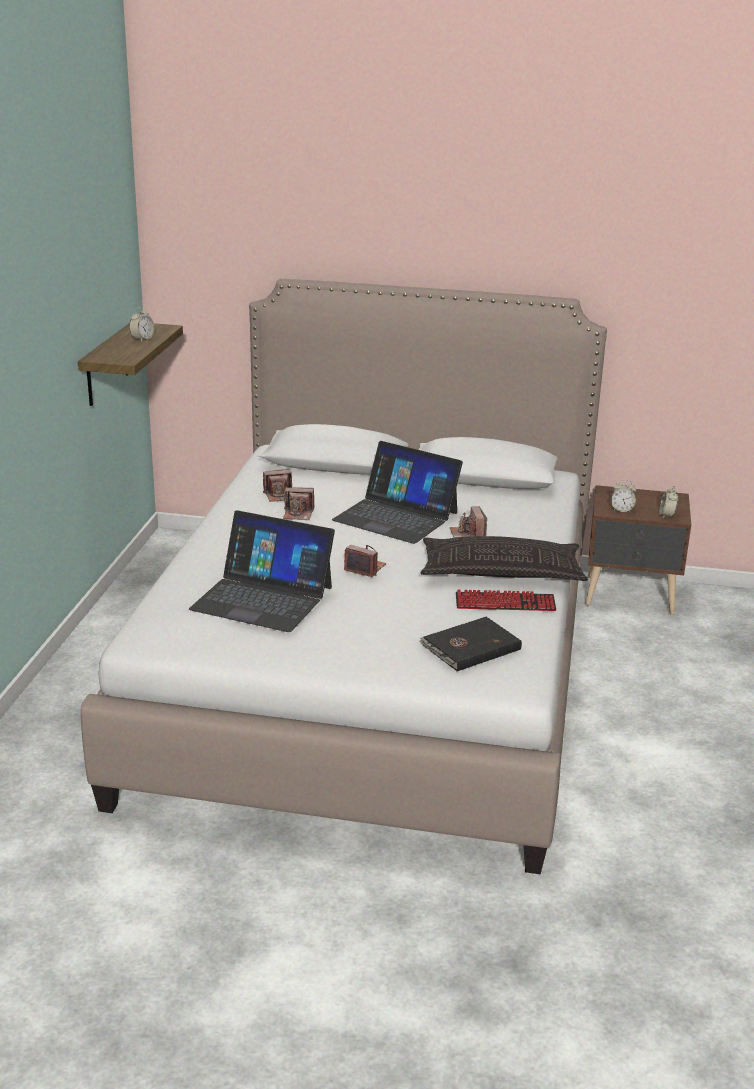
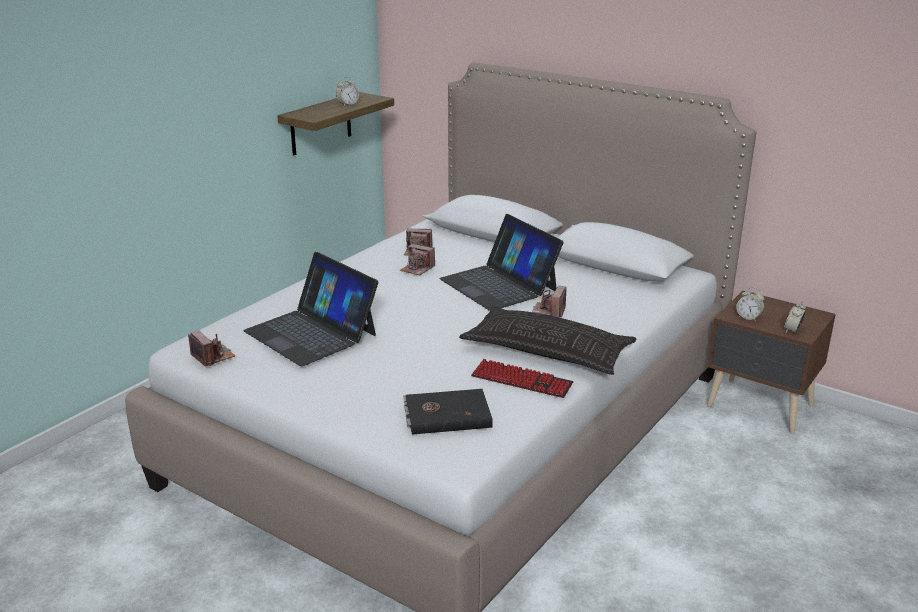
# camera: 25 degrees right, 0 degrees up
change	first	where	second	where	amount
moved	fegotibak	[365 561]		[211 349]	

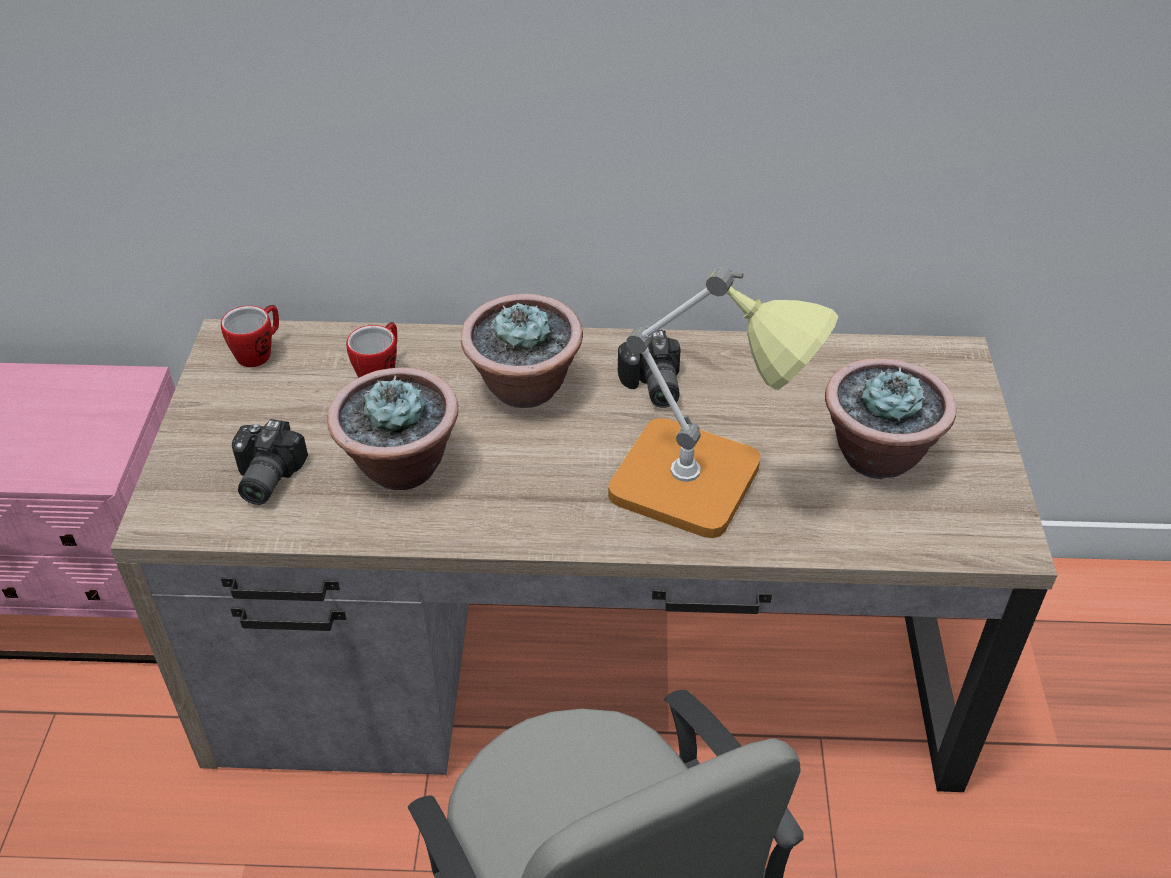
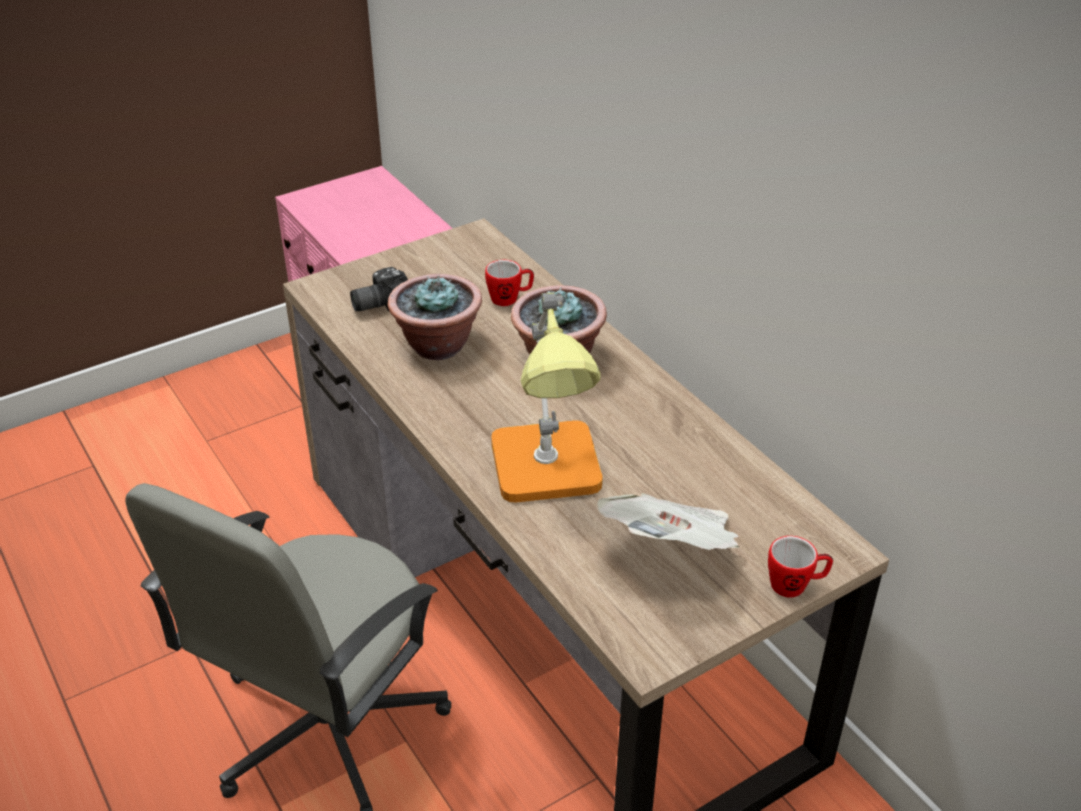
# camera: 55 degrees right, 5 degrees down
change	first	where	second	where	amount
replaced	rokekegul	[891 418]	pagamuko	[668 521]	
moved	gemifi	[250 336]		[800 567]	
removed	fegotibak	[649 369]			

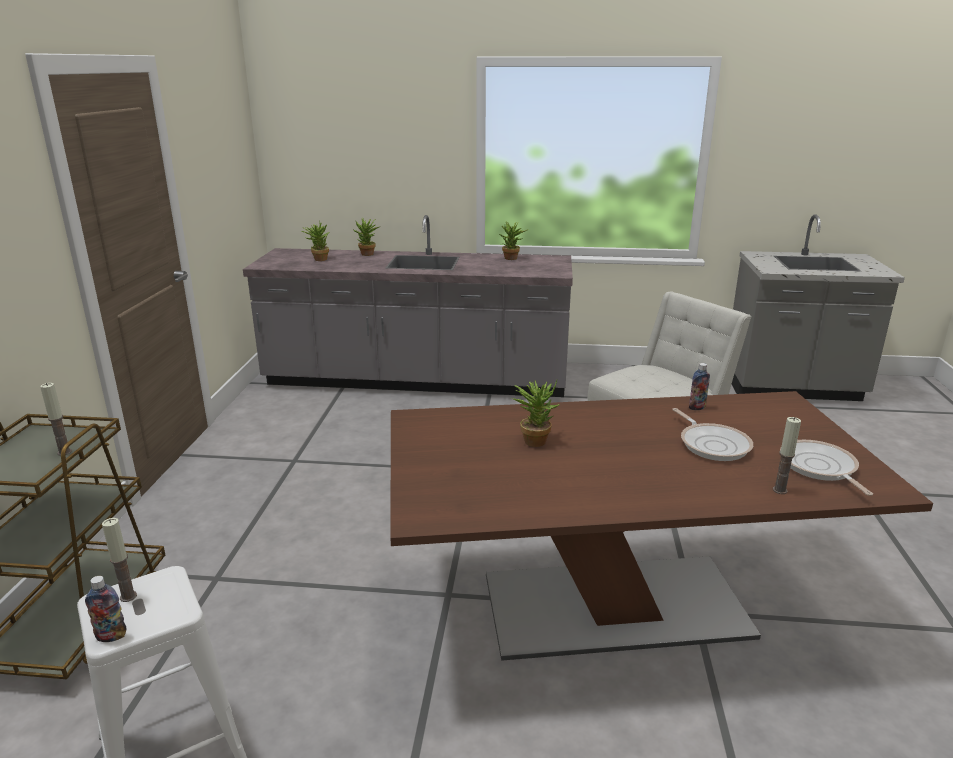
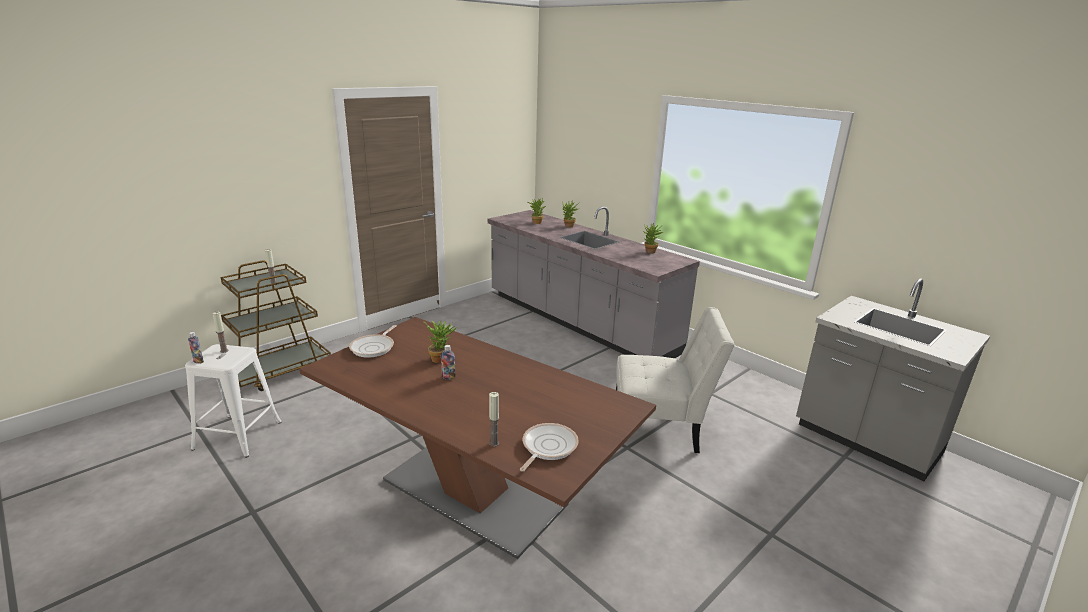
# camera: 40 degrees right, 0 degrees up
change	first	where	second	where	amount
moved	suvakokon	[712 434]		[372 341]	
moved	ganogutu	[699 386]		[448 362]	

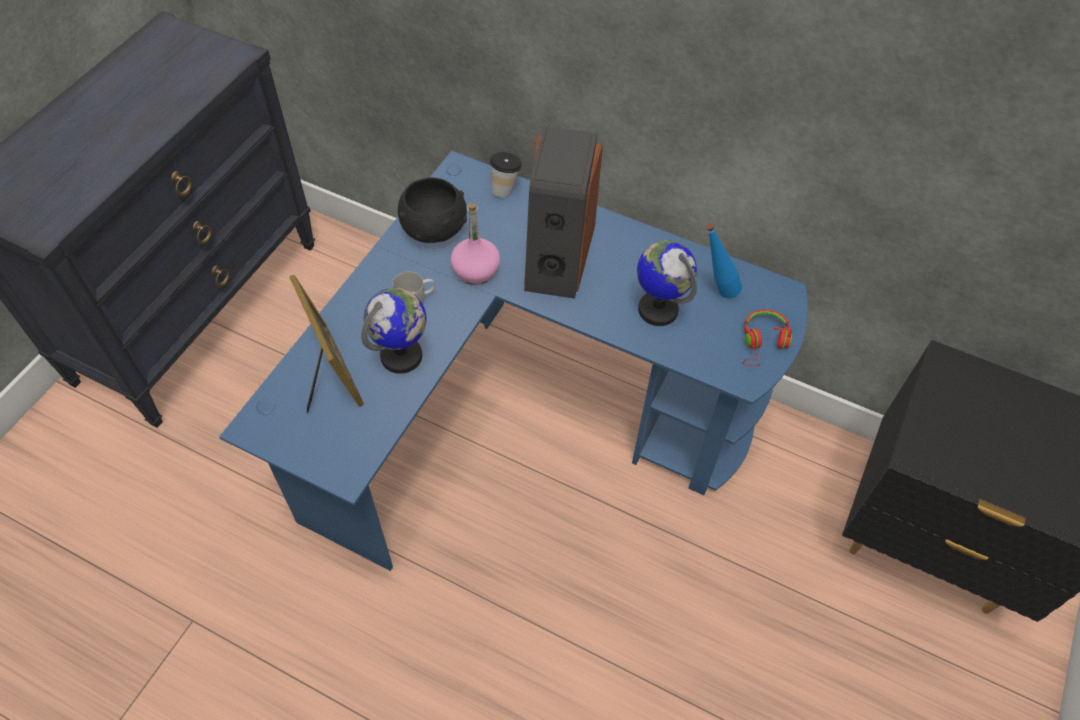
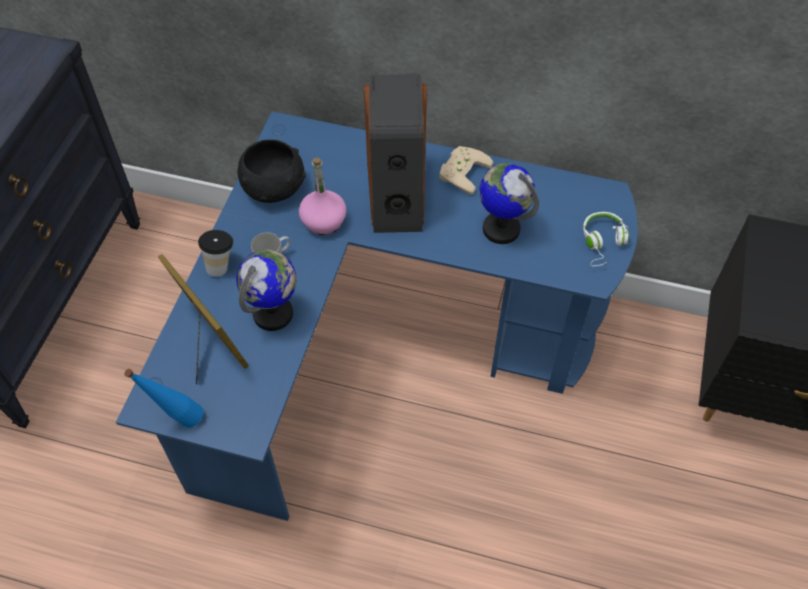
# camera: 10 degrees left, 0 degrees up
change	first	where	second	where	amount
moved	blue_ganogutu	[724 260]		[163 398]	
moved	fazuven	[506 174]		[215 253]	
added			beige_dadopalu	[466 170]	
recoloured	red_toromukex	[767 338]	white_toromukex	[606 239]	

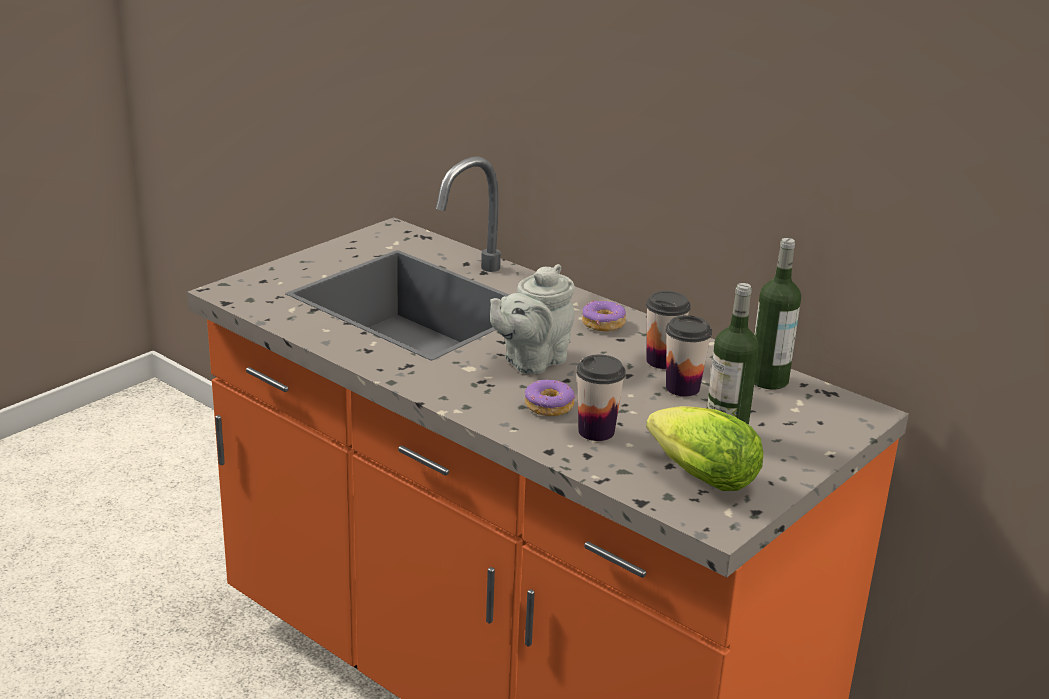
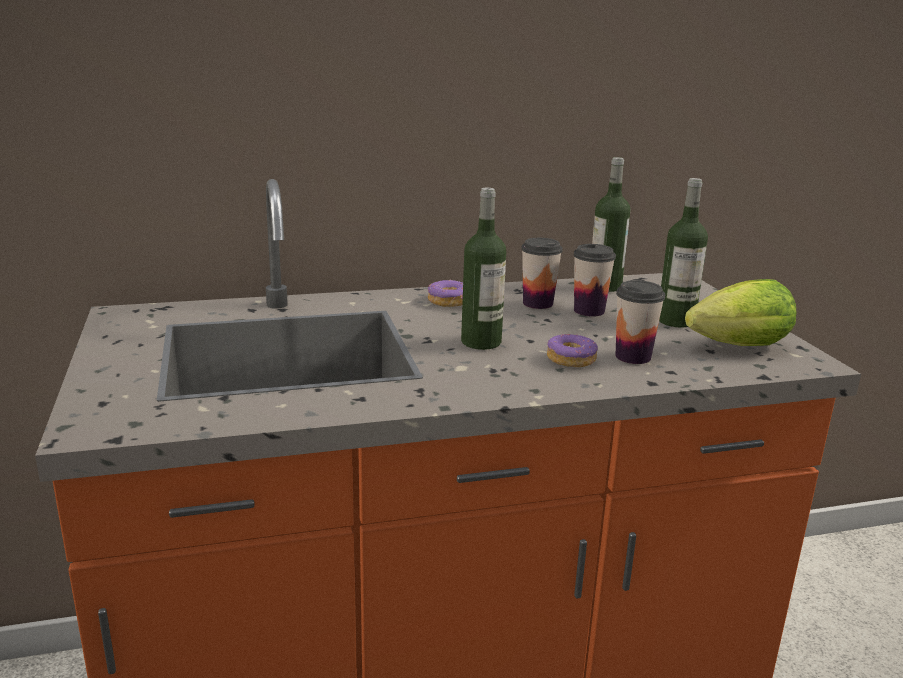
# camera: 55 degrees left, 5 degrees down
change	first	where	second	where	amount
replaced	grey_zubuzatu	[532 319]	ganogutu	[483 269]	

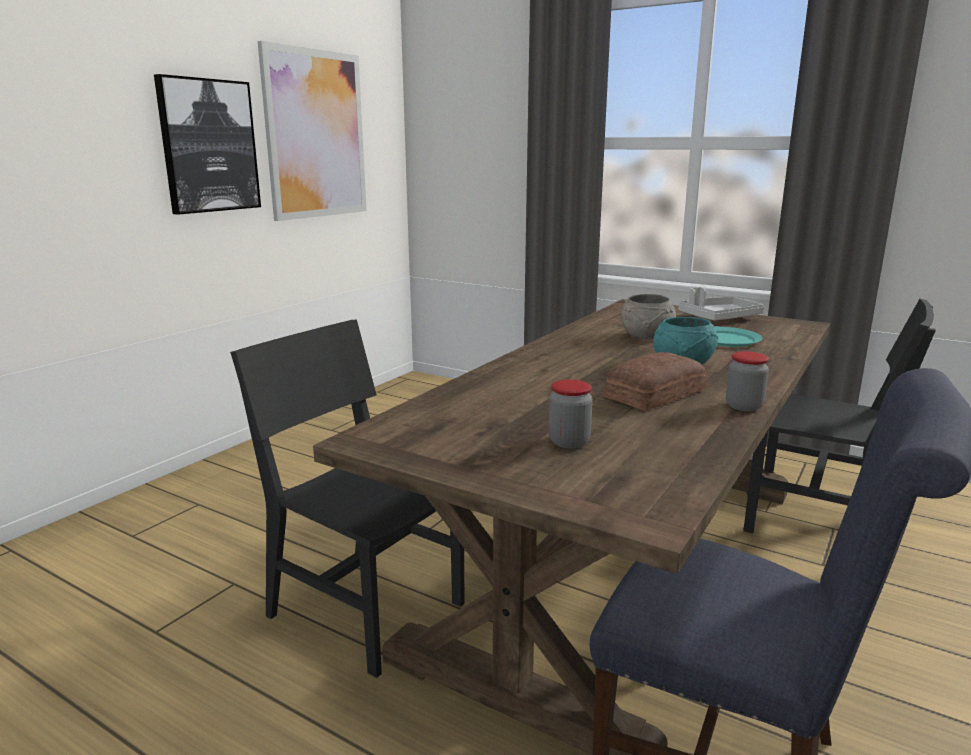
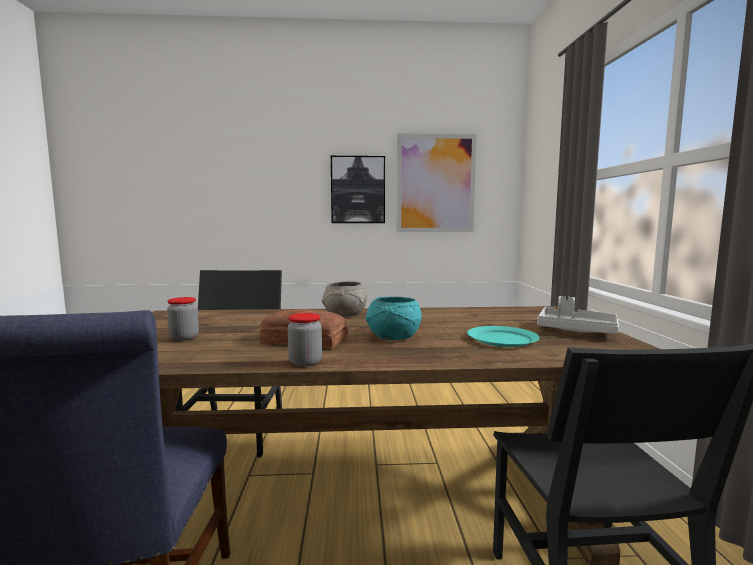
# camera: 55 degrees right, 10 degrees down
change	first	where	second	where	amount
moved	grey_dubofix	[648 316]		[344 299]	

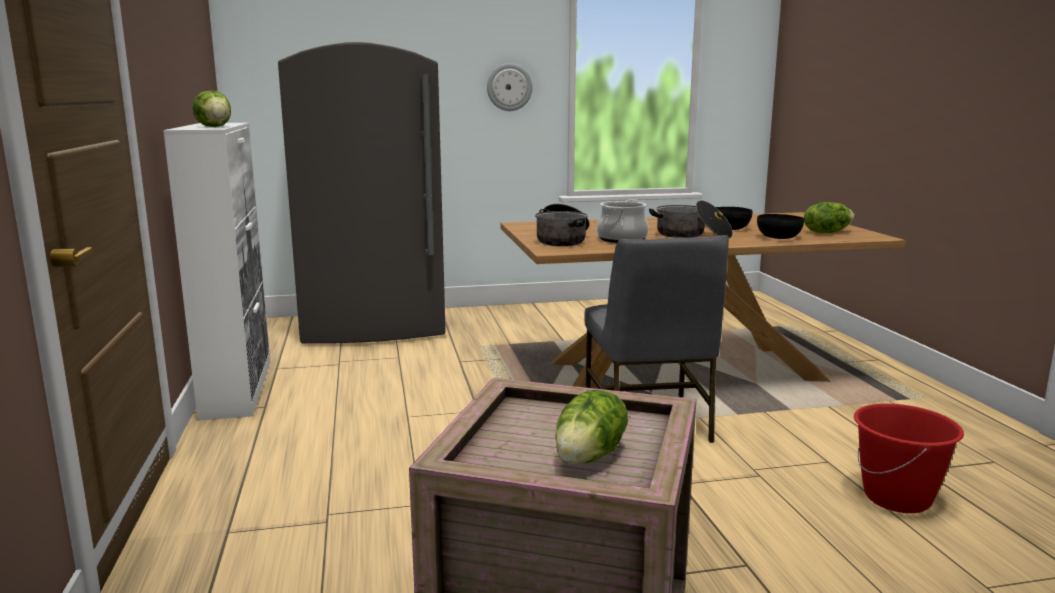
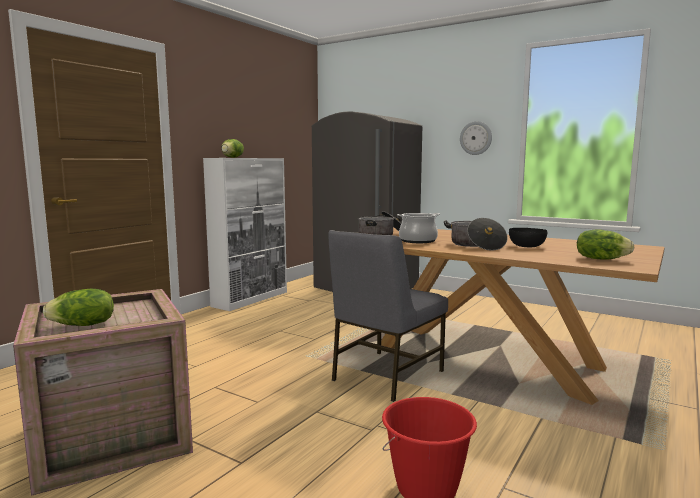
# camera: 45 degrees right, 5 degrees down
change	first	where	second	where	amount
removed	black_dubofix	[780 226]			

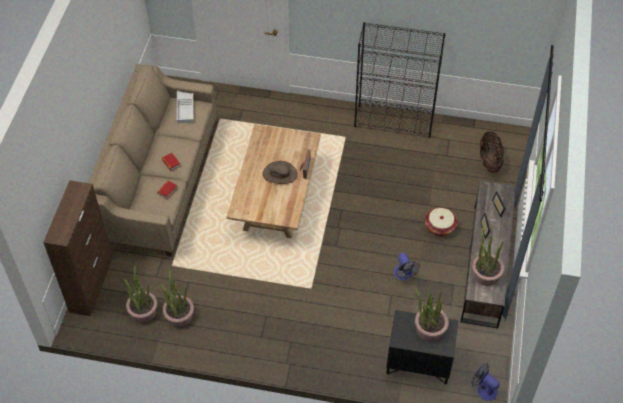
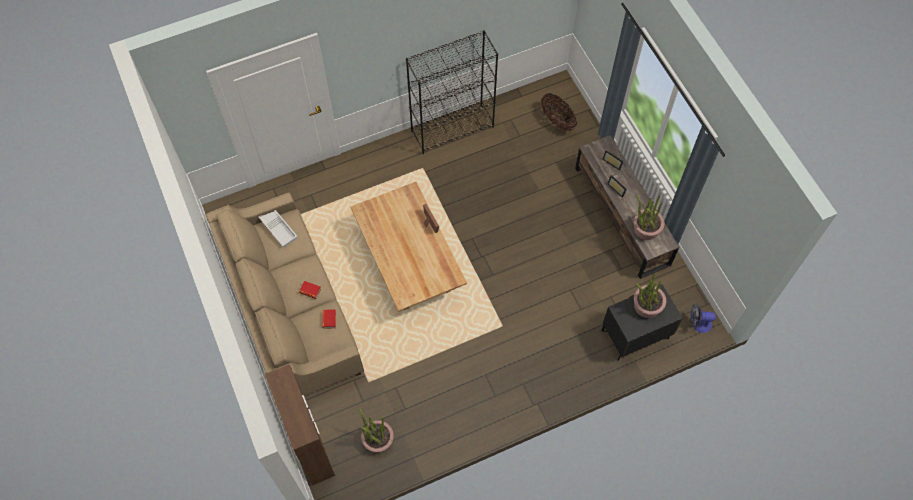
# camera: 35 degrees left, 10 degrees up
change	first	where	second	where	amount
removed	rokekegul	[177 298]			
removed	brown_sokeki	[280 172]			
removed	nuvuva	[407 266]			
removed	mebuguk	[441 221]			

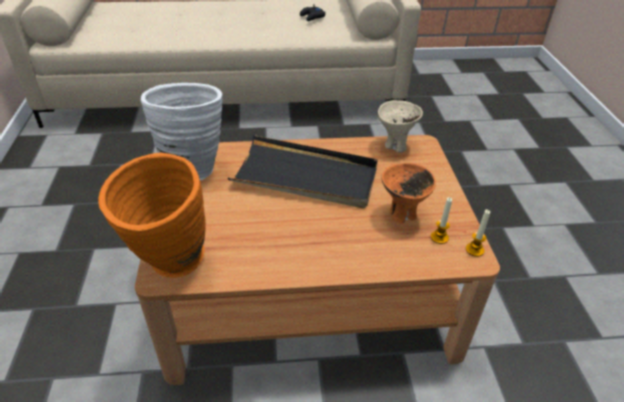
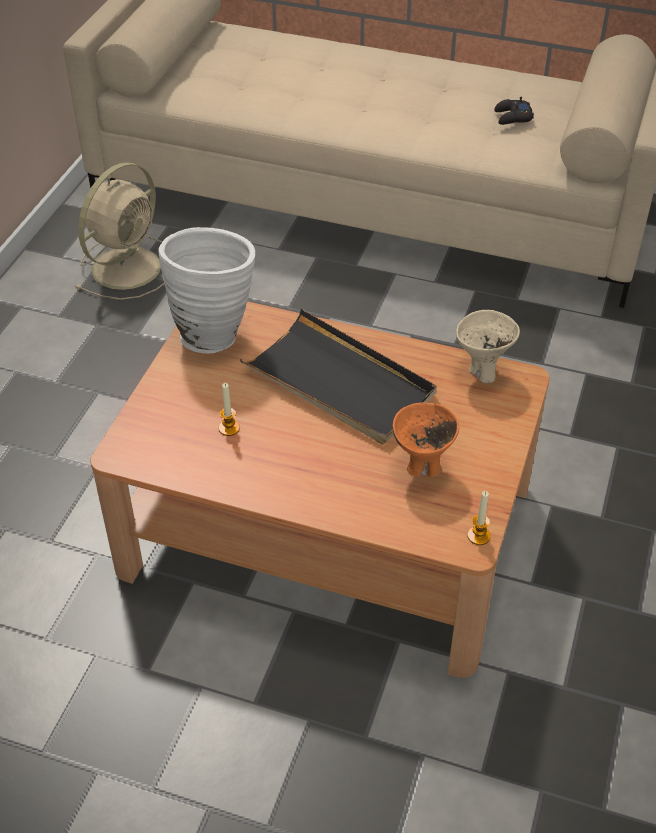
# camera: 25 degrees right, 5 degrees up
change	first	where	second	where	amount
added			beige_nuvuva	[119 231]	
moved	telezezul	[441 220]		[229 409]	
removed	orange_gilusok	[152 215]			

